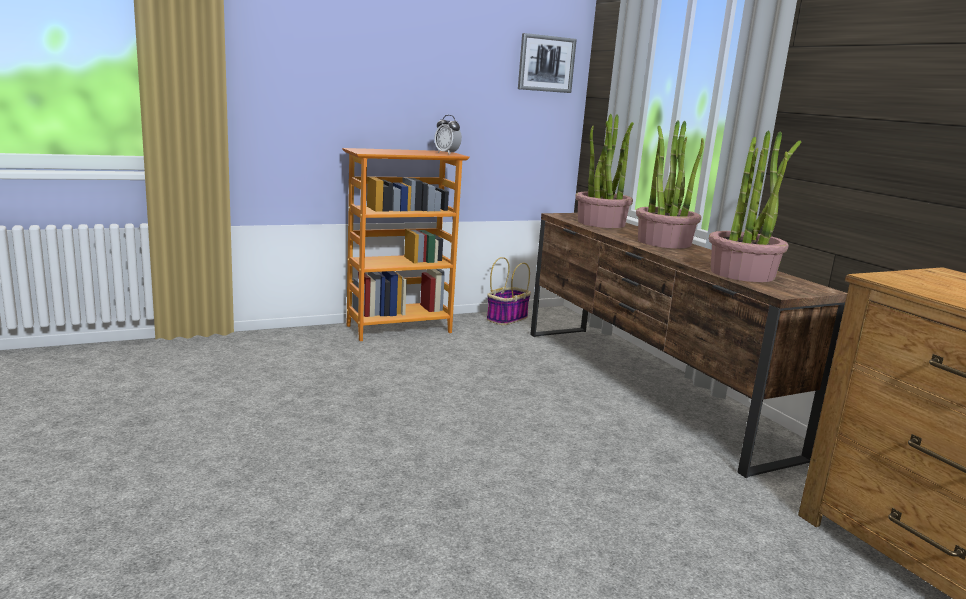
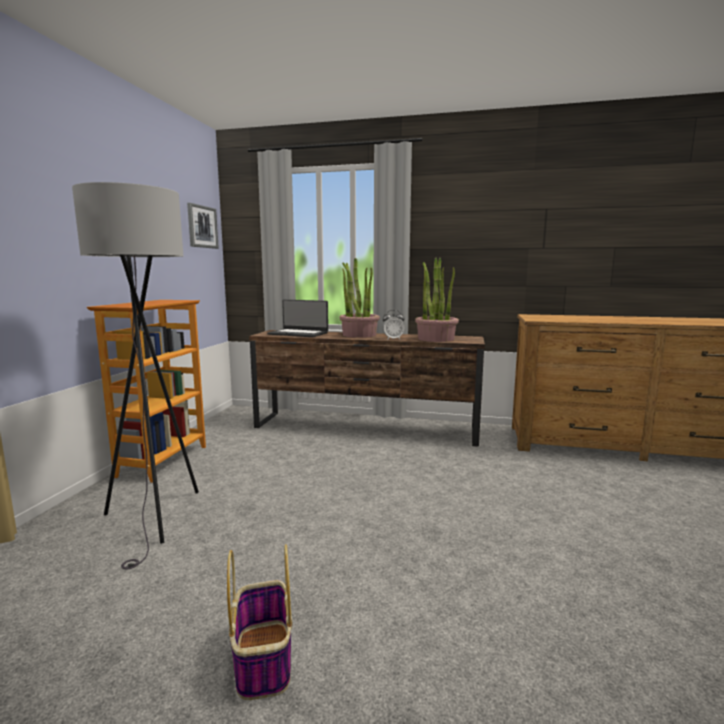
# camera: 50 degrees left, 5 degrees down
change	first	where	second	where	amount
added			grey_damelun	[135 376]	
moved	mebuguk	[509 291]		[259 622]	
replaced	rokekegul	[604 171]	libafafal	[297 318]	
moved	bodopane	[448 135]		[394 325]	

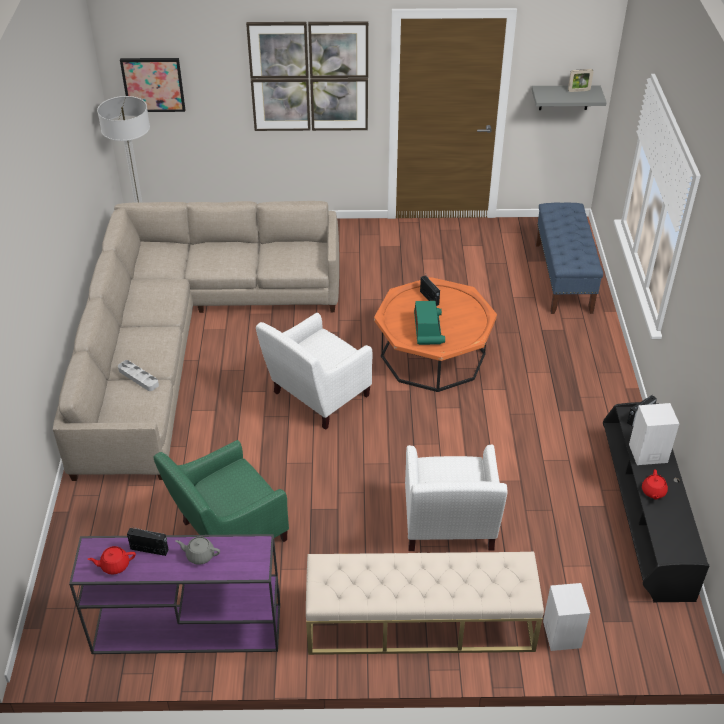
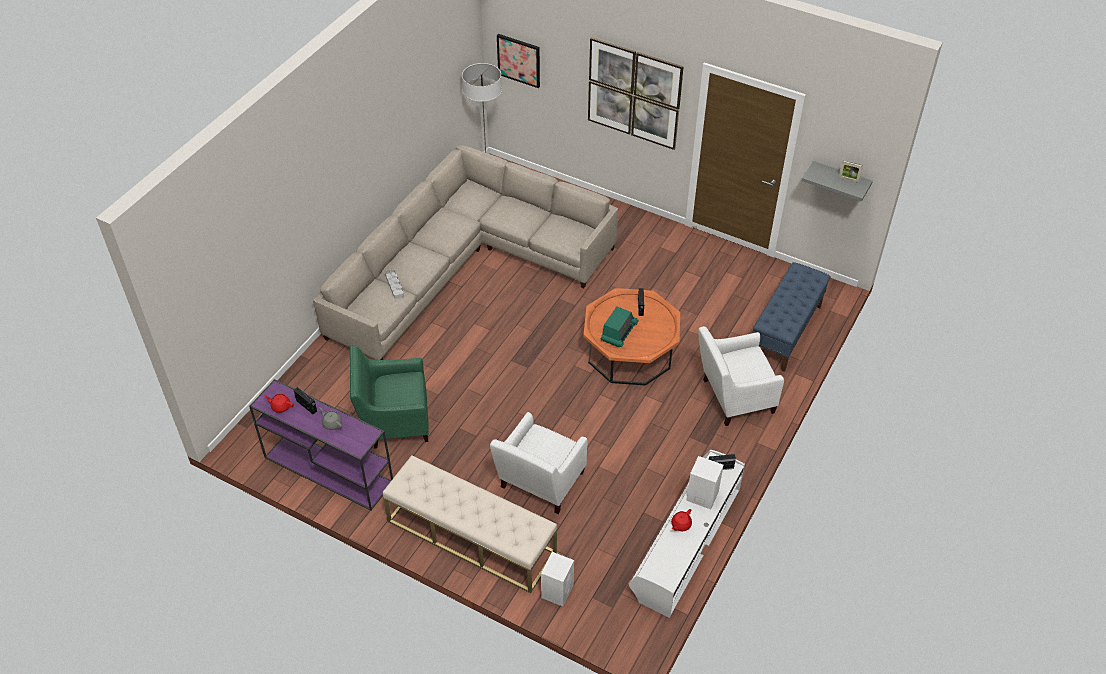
# camera: 30 degrees right, 5 degrees up
change	first	where	second	where	amount
recoloured	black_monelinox	[656 502]	white_monelinox	[687 534]	
moved	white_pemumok	[314 371]		[741 376]	

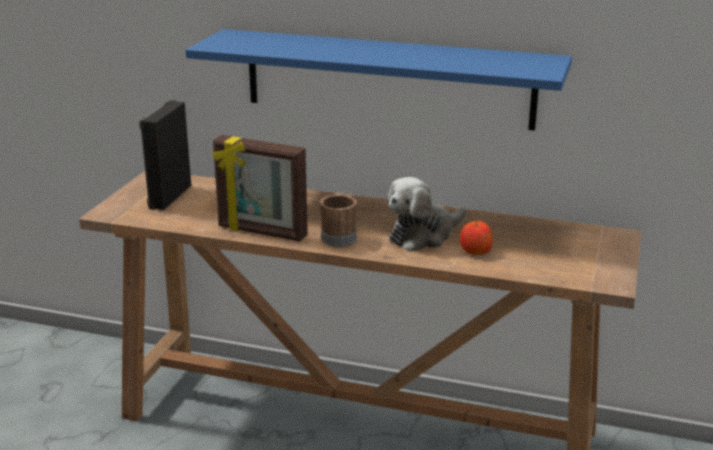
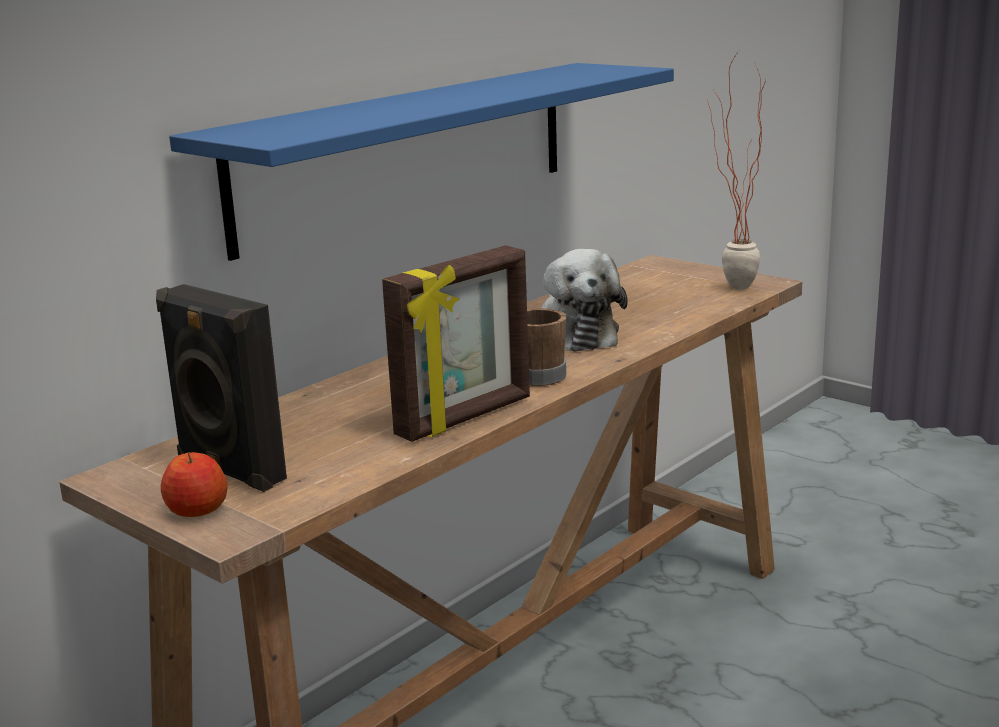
# camera: 65 degrees left, 5 degrees down
change	first	where	second	where	amount
moved	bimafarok	[476 237]		[194 484]	
added			rokekegul	[736 170]	

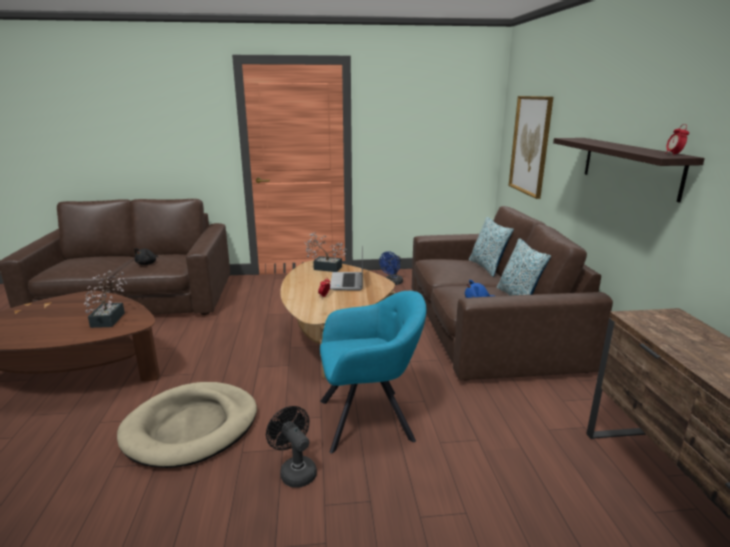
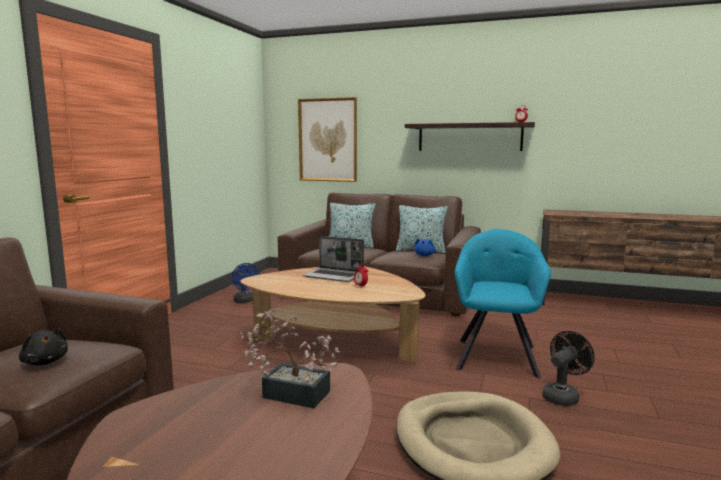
# camera: 65 degrees left, 10 degrees down
change	first	where	second	where	amount
turned	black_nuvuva	[291 447]		[568 368]	150 degrees clockwise
removed	rokekegul	[325 252]			

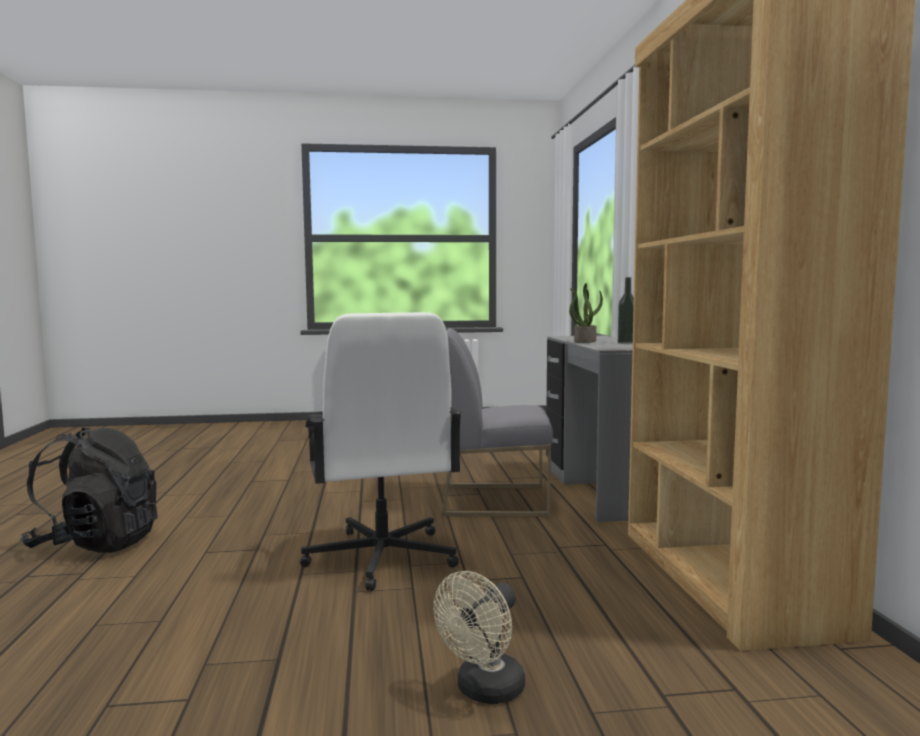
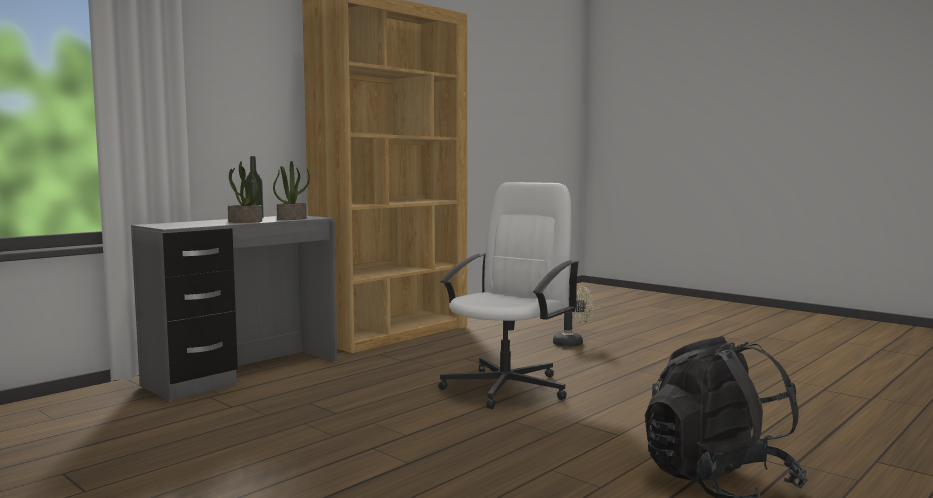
# camera: 130 degrees left, 0 degrees up
change	first	where	second	where	amount
added			rokekegul	[291 190]	
removed	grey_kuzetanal	[497 422]			

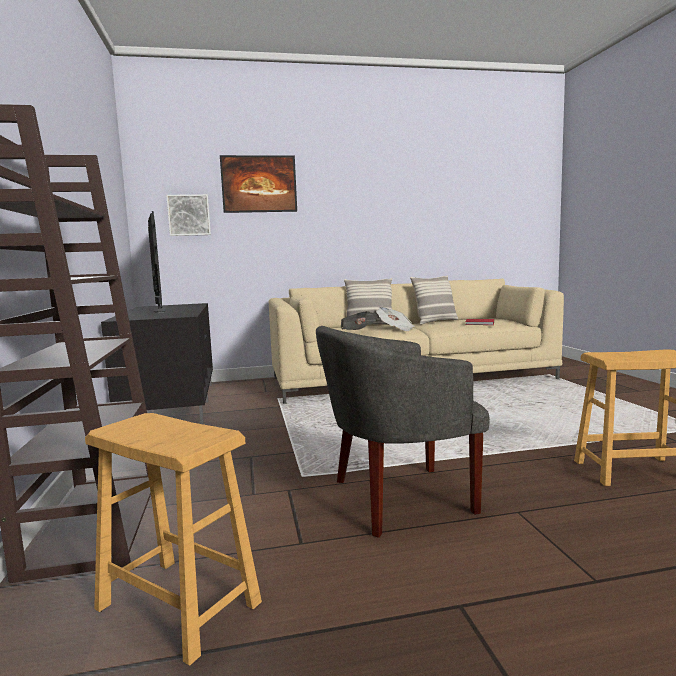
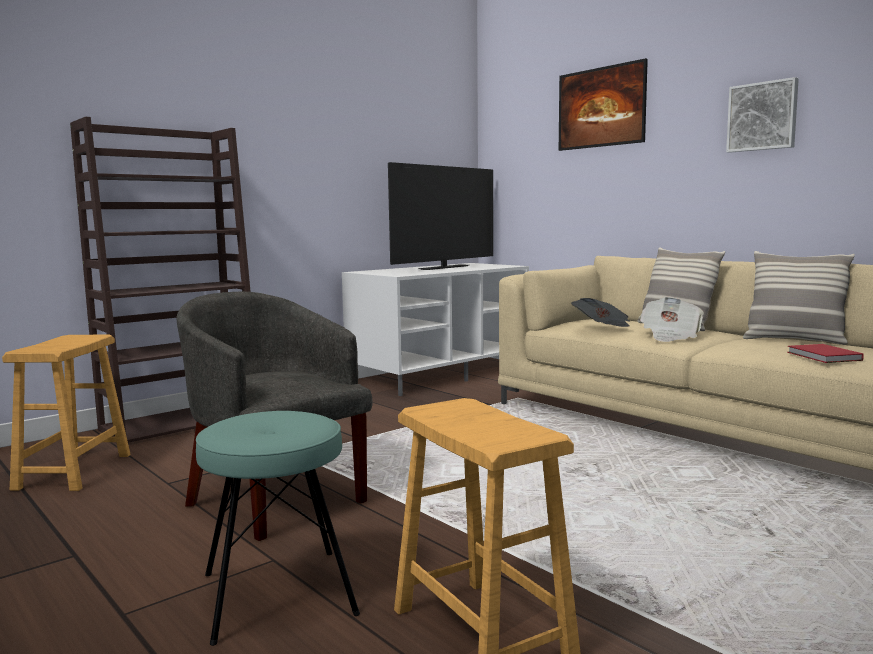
# camera: 60 degrees right, 0 degrees up
change	first	where	second	where	amount
added			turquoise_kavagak	[278 528]	
recoloured	black_monelinox	[157 364]	white_monelinox	[435 329]	
moved	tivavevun	[188 215]		[762 115]	

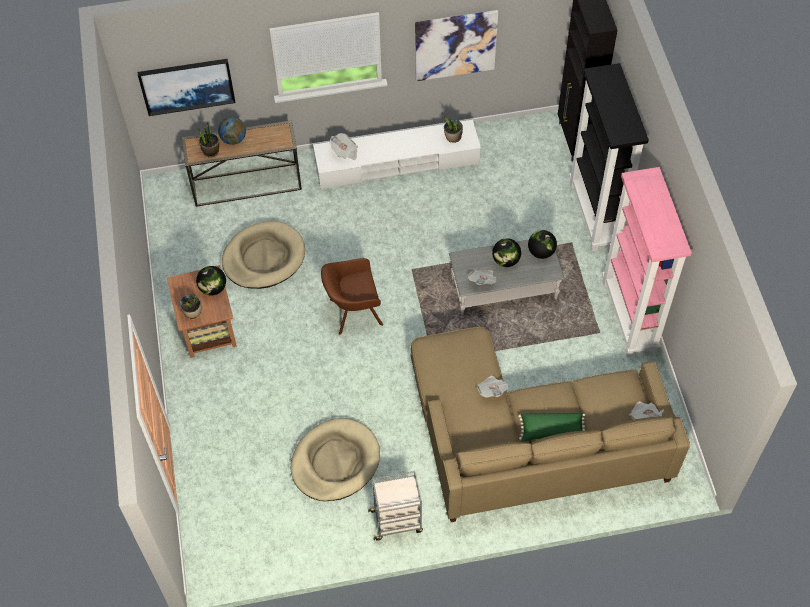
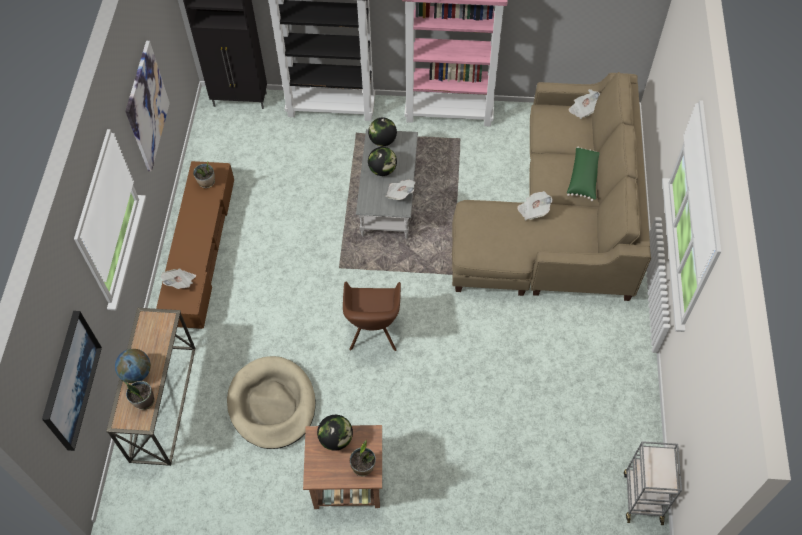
# camera: 75 degrees left, 0 degrees up
change	first	where	second	where	amount
recoloured	white_monelinox	[397 154]	brown_monelinox	[195 245]	
moved	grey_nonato	[395 506]		[653 483]	
removed	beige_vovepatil	[335 459]			

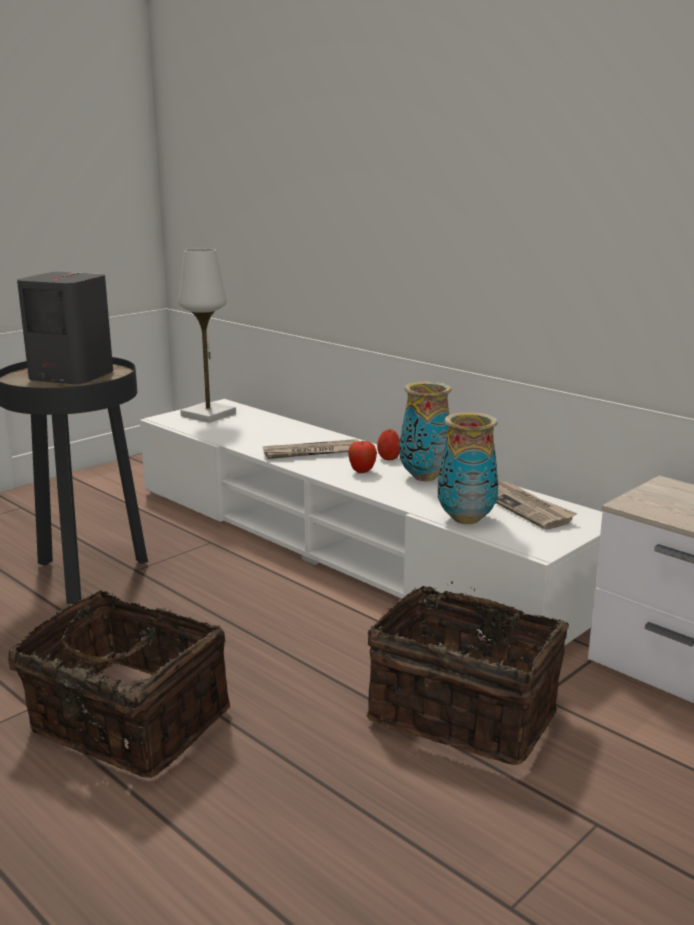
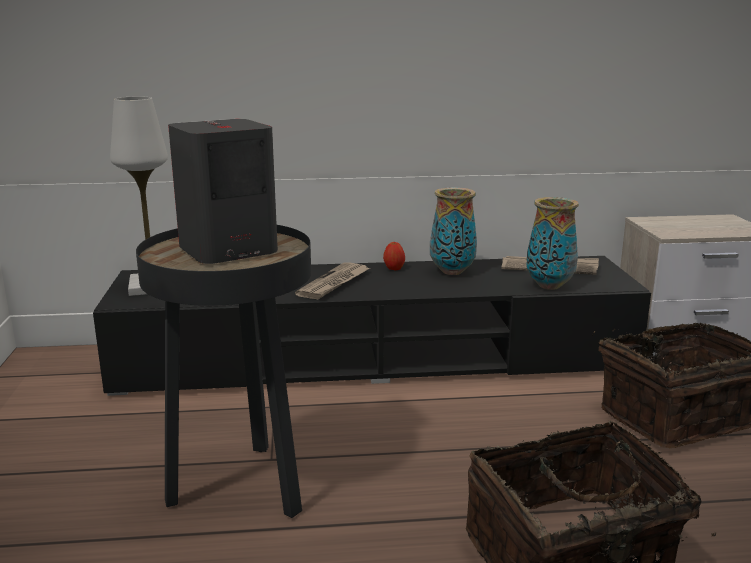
# camera: 50 degrees left, 0 degrees up
change	first	where	second	where	amount
recoloured	white_monelinox	[371 522]	black_monelinox	[372 326]	
removed	bimafarok	[362 457]			

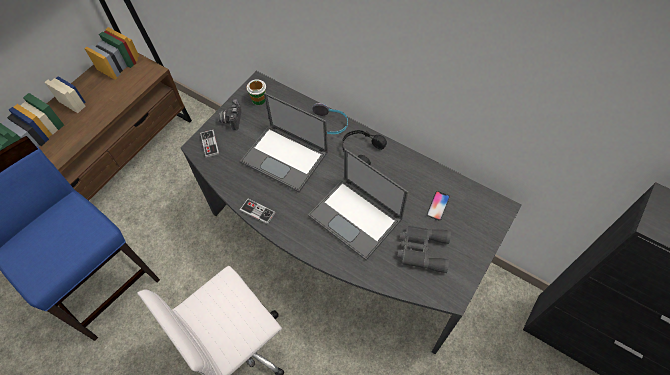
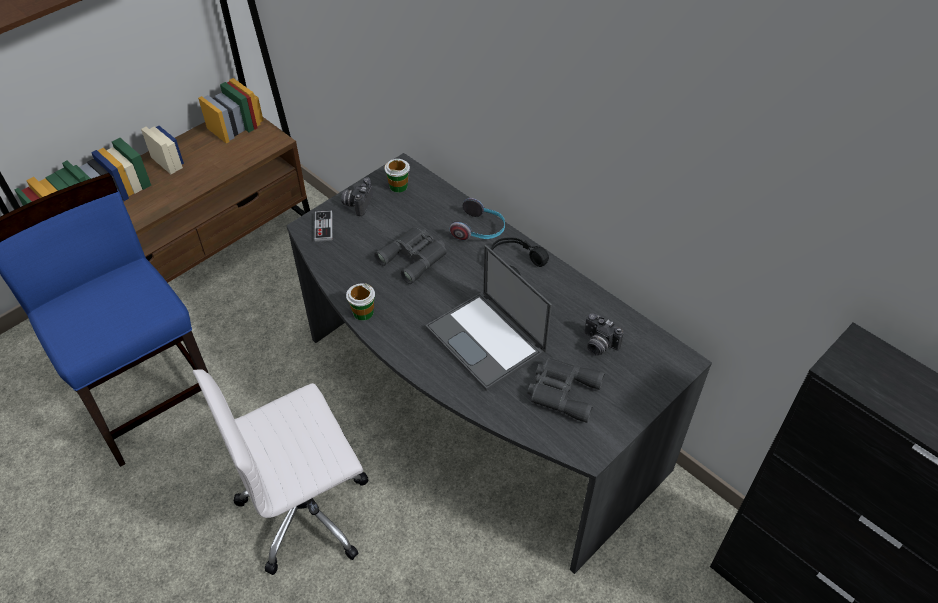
# camera: 10 degrees right, 10 degrees down
change	first	where	second	where	amount
replaced	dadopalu	[257 211]	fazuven	[360 302]	
replaced	libafafal	[284 142]	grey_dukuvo	[411 255]	
replaced	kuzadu	[438 206]	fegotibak	[604 334]	

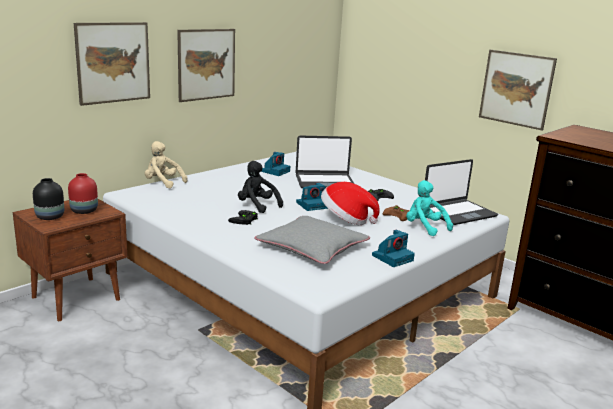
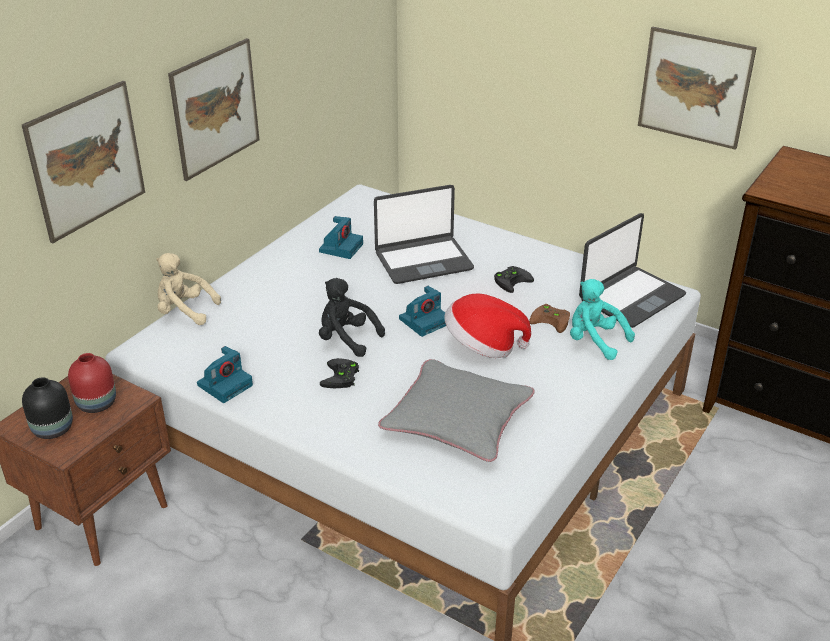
# camera: 10 degrees left, 15 degrees up
change	first	where	second	where	amount
moved	fegotibak	[393 248]		[225 374]	

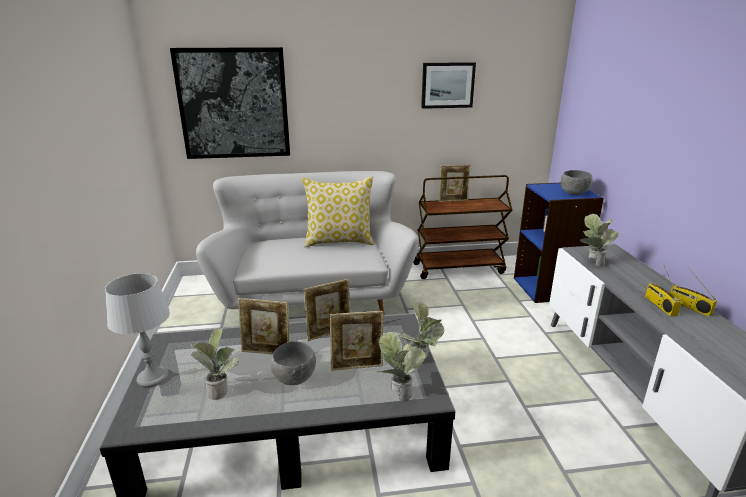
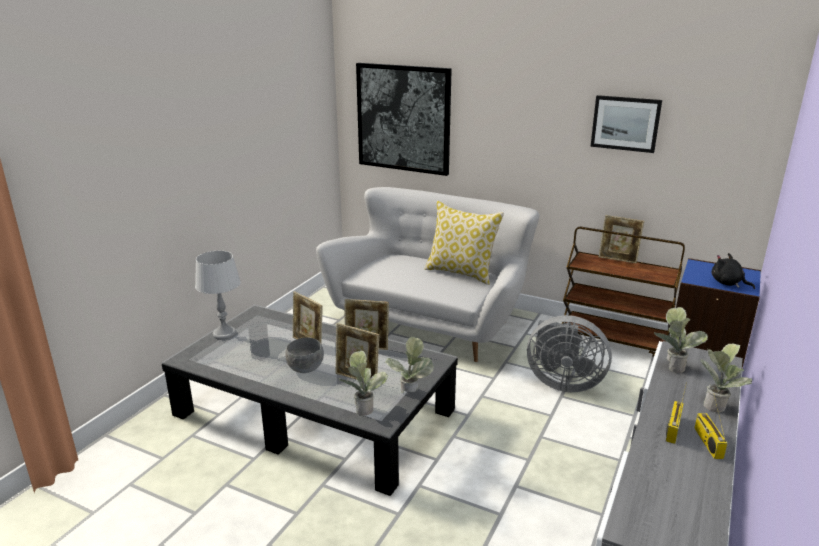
# camera: 35 degrees right, 0 degrees up
change	first	where	second	where	amount
added			grey_nuvuva	[569 353]	
moved	rokekegul	[214 364]		[725 378]	
replaced	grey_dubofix	[577 182]	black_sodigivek	[733 271]	

